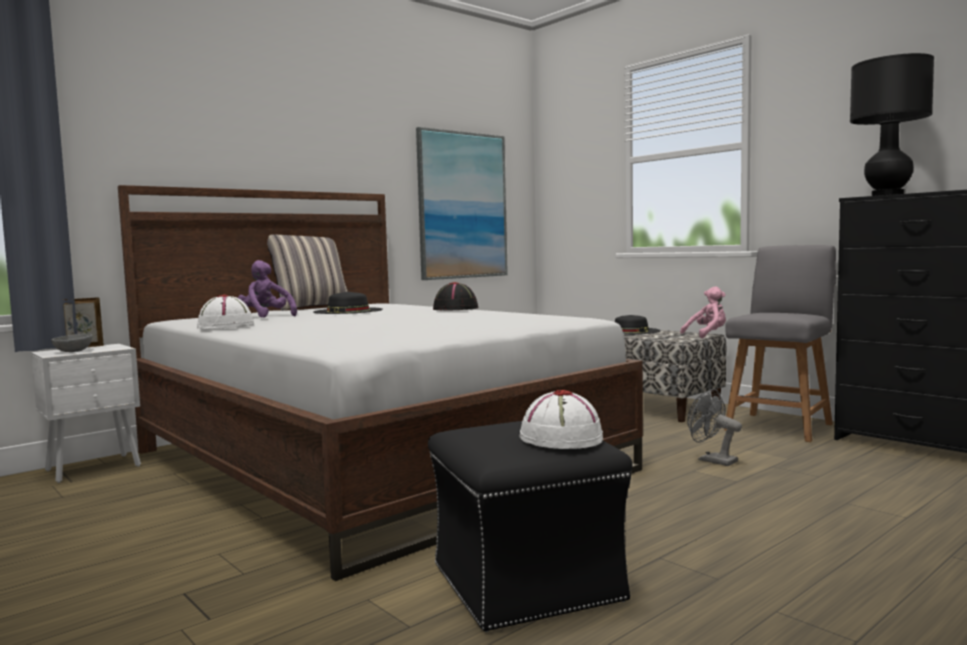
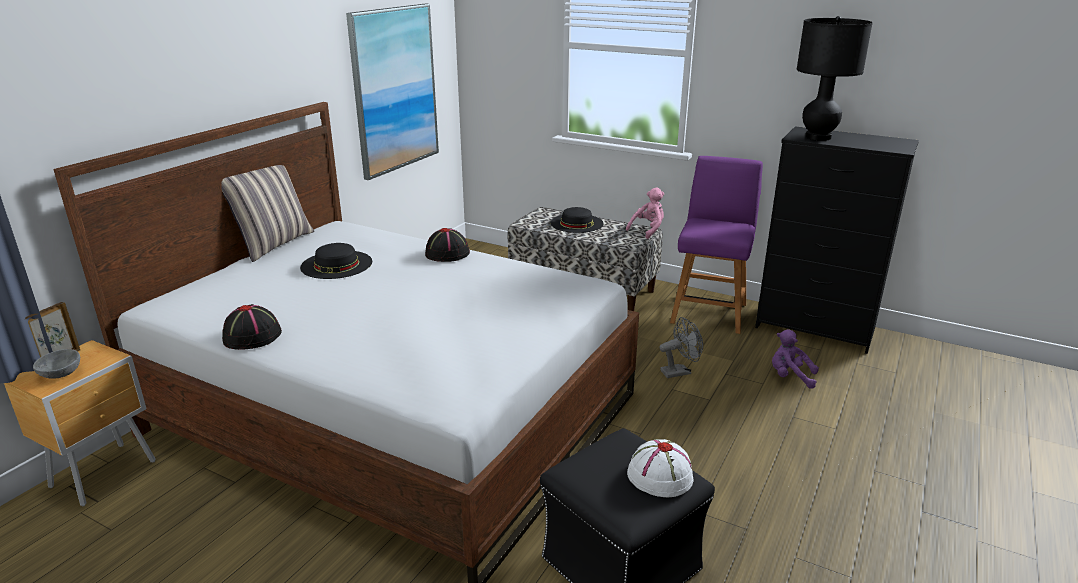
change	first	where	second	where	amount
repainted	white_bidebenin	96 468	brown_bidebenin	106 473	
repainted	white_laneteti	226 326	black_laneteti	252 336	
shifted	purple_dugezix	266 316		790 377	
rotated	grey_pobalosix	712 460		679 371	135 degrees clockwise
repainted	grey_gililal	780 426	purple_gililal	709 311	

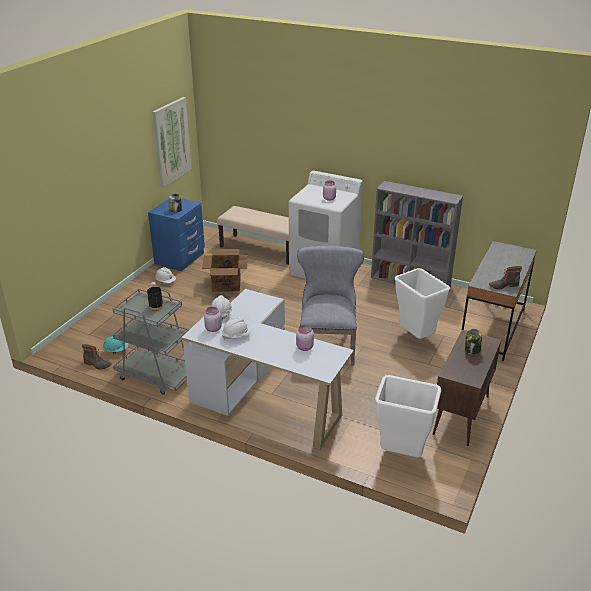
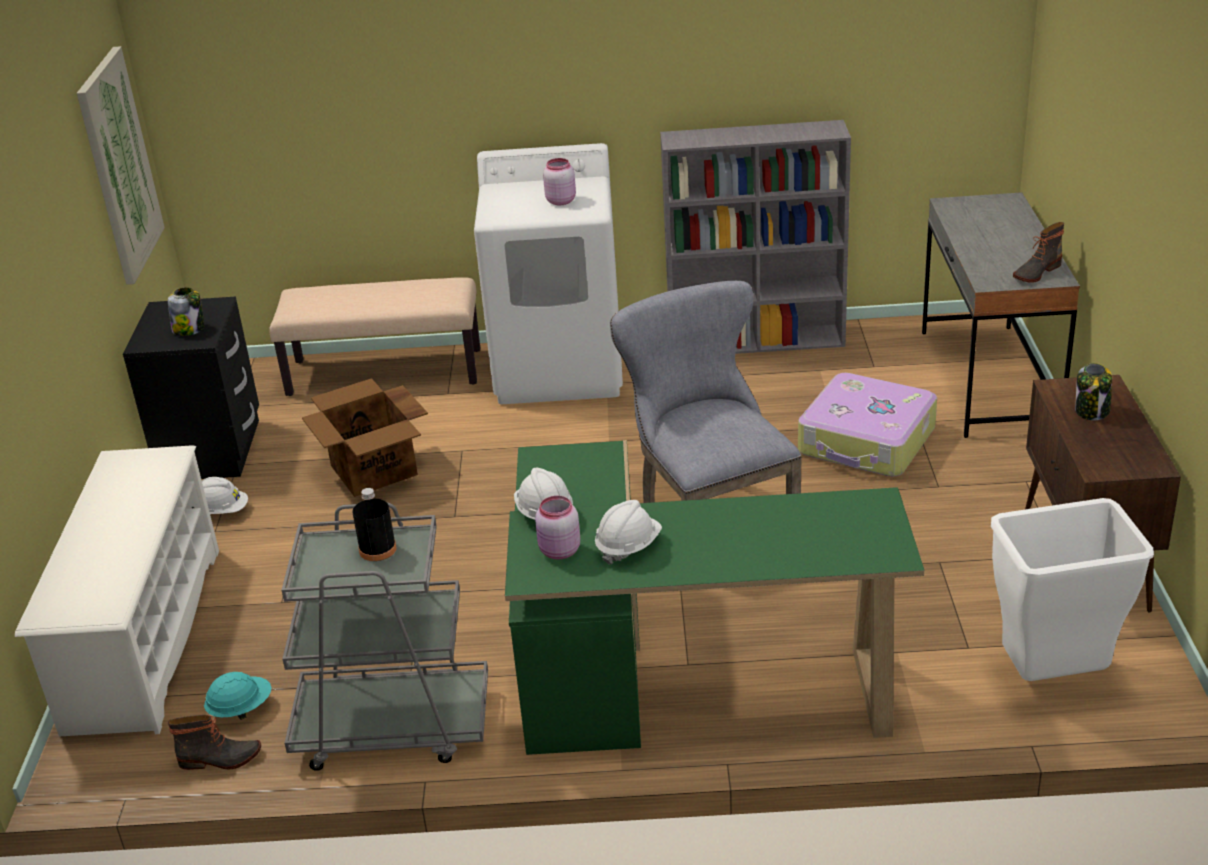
change	first	where	second	where	amount
repainted	blue_bidebenin	180 259	black_bidebenin	212 450	
repainted	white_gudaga	262 395	green_gudaga	673 675	
gone	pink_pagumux	304 347			
swapped	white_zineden	416 337	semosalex	867 442	
new			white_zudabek	144 638	

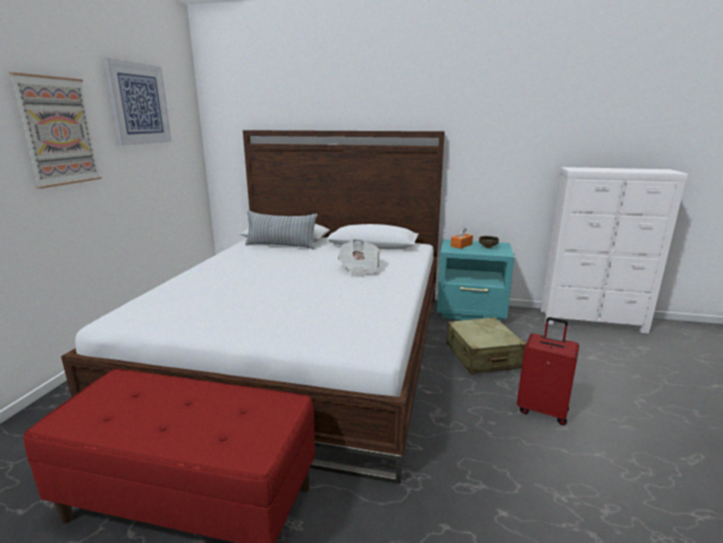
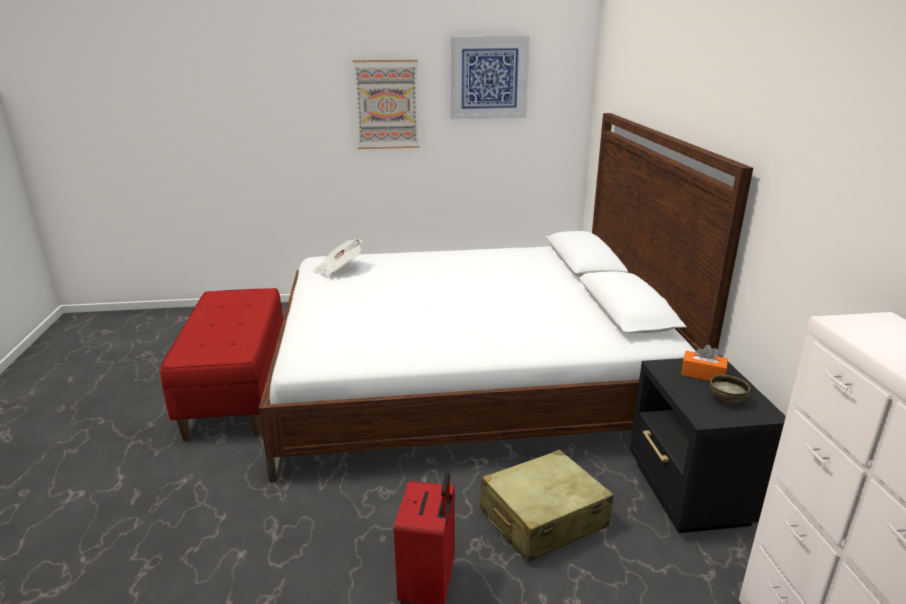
change	first	where	second	where	amount
gone	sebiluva	281 246			
shifted	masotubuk	359 269		338 269	
repainted	turquoise_bidebenin	471 313	black_bidebenin	689 494	

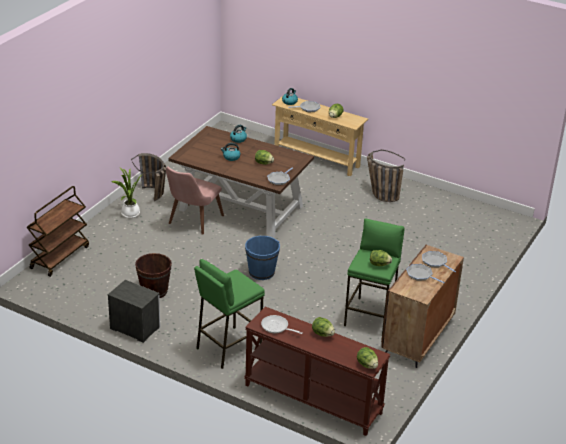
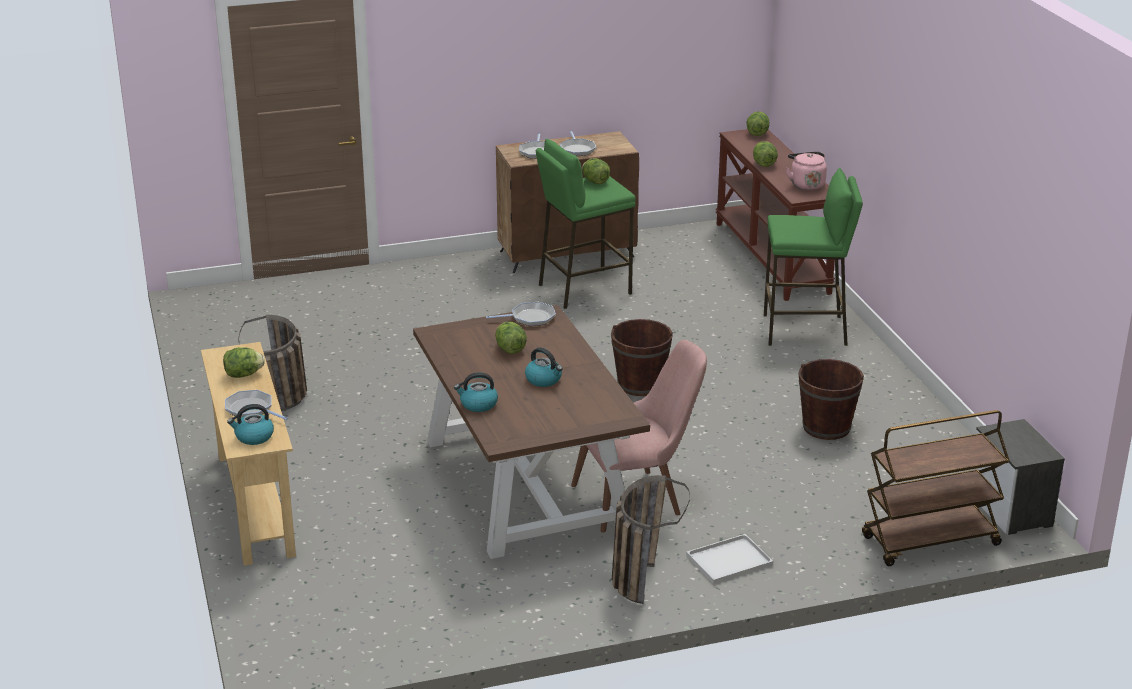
change	first	where	second	where	amount
shifted	bidebenin	134 327		1010 511	
swapped	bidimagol	129 214	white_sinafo	728 561	
repainted	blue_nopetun	261 272	brown_nopetun	640 385	
swapped	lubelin	277 327	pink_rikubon	806 184	

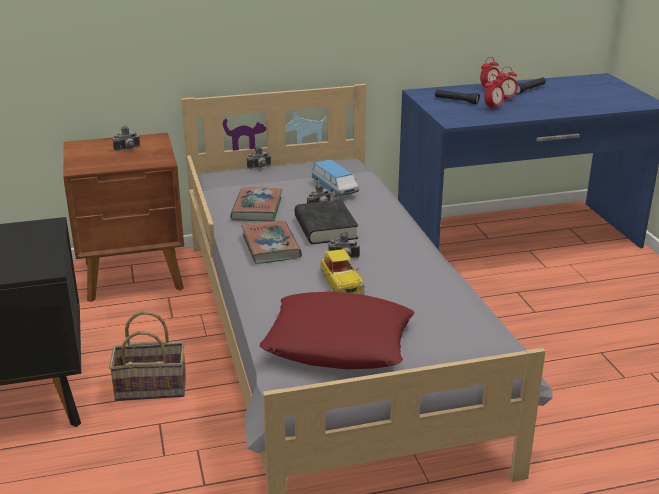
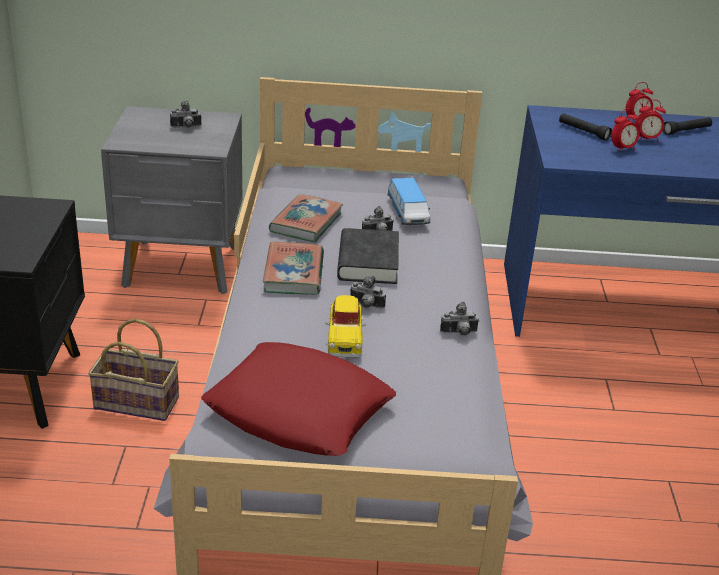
change	first	where	second	where	amount
repainted	brown_bidebenin	135 277	grey_bidebenin	183 267	
shifted	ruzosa	260 167		459 333	

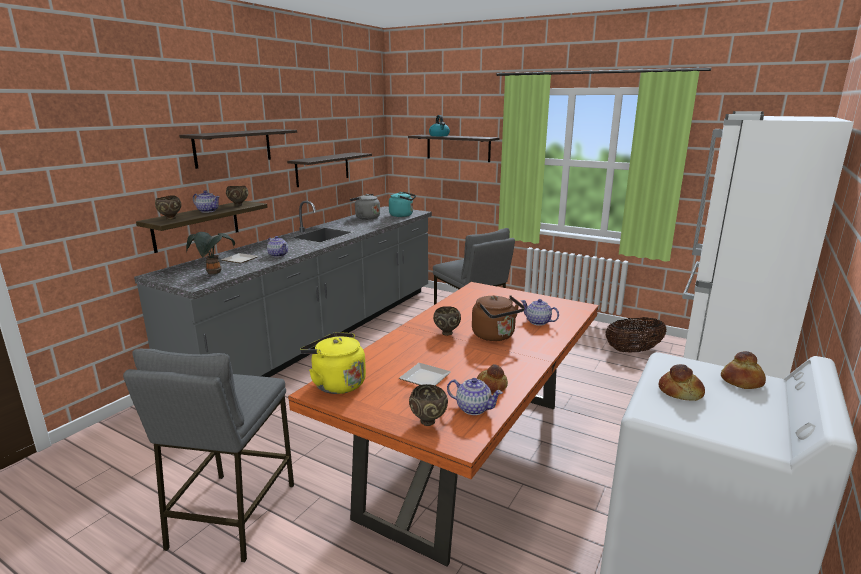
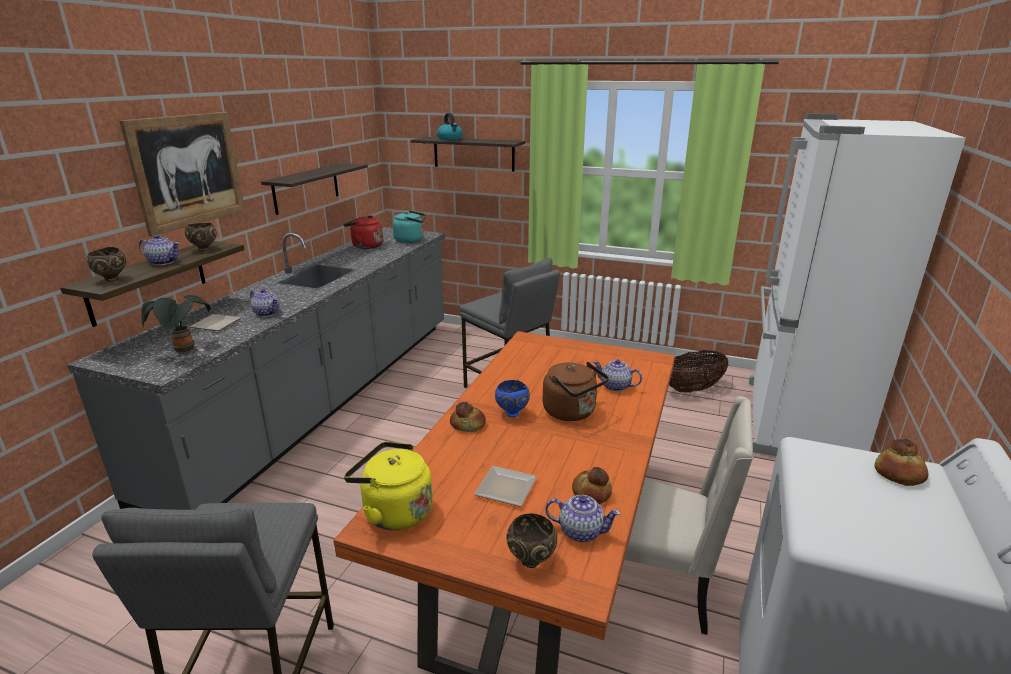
change	first	where	second	where	amount
swapped	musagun	233 147	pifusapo	188 170	
repainted	grey_rikubon	366 218	red_rikubon	365 246	
repainted	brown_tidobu	446 333	blue_tidobu	511 413	
shifted	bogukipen	680 392		468 424	
new			beige_gililal	659 586	

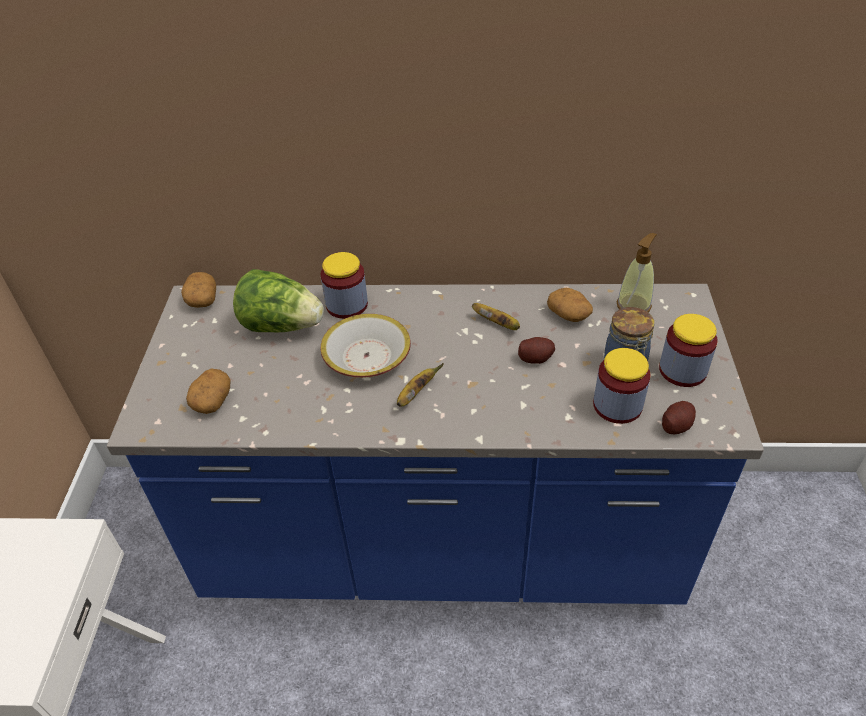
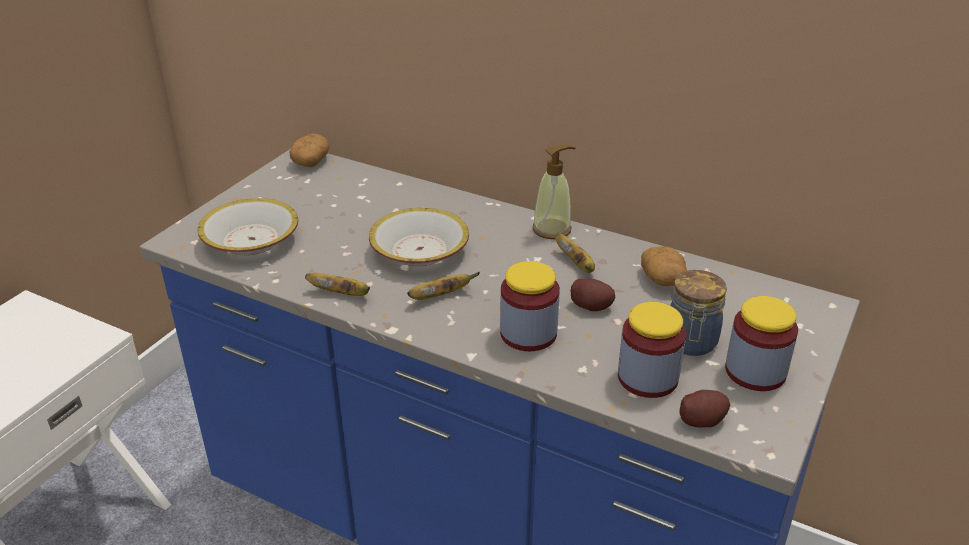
change	first	where	second	where	amount
swapped	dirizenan	212 400	tidobu	252 240	
gone	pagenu	282 326			
shifted	pagumux	347 305		528 333	
shifted	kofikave	633 305		552 229	
new			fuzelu	342 294	

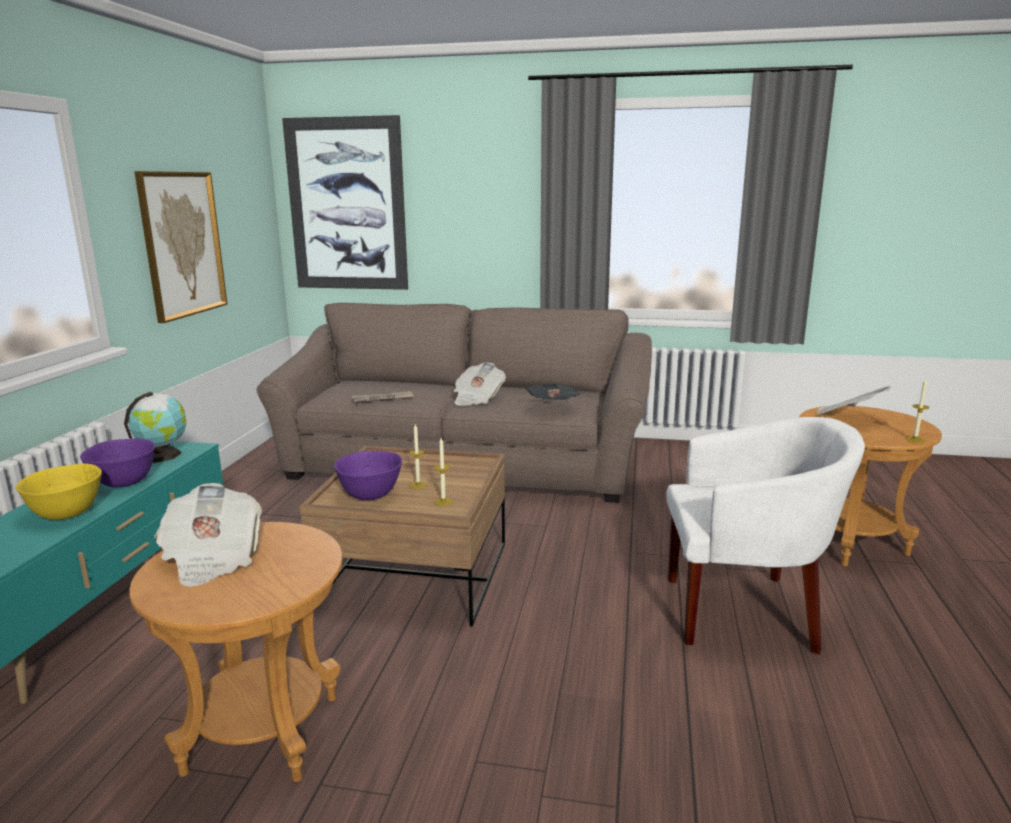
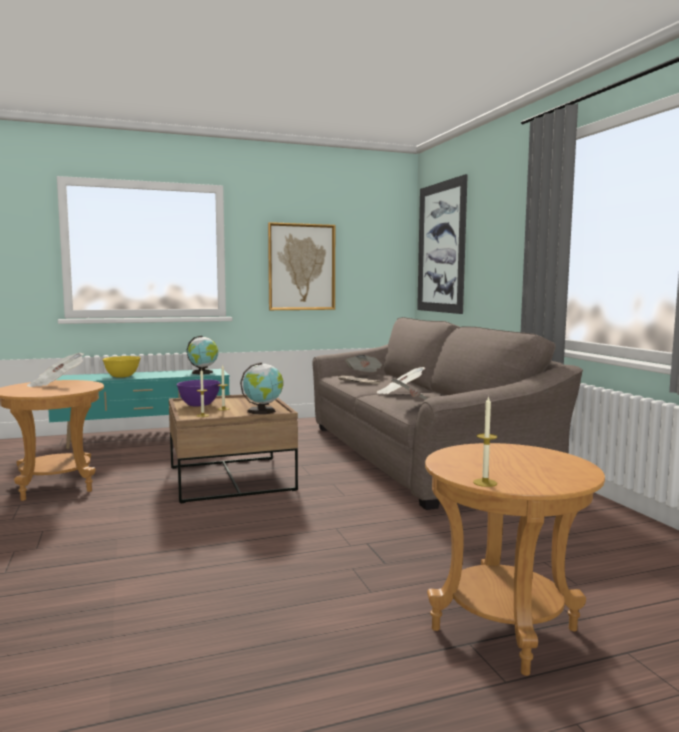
change	first	where	second	where	amount
gone	purple_tidobu	123 482			
gone	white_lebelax	745 611			
shifted	masotubuk	847 418		364 374	
new			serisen	263 411	

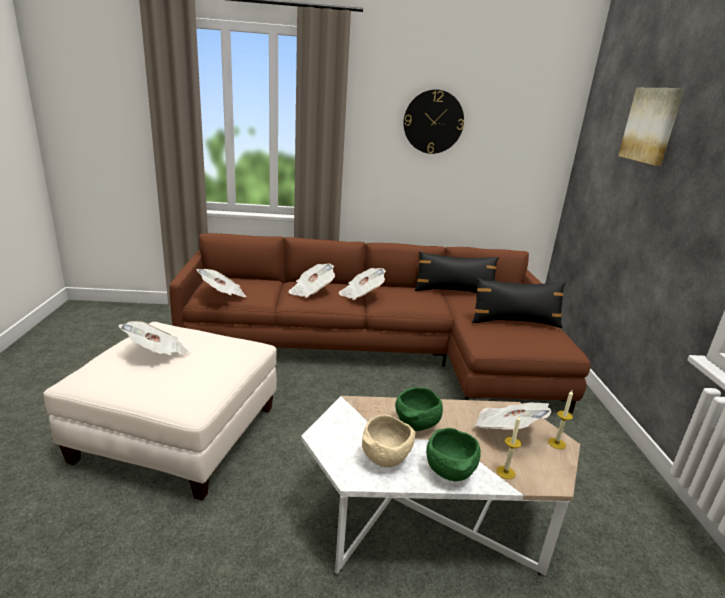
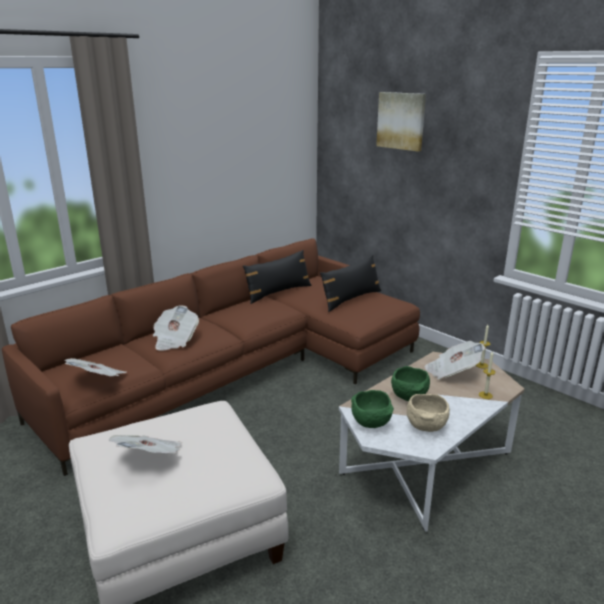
change	first	where	second	where	amount
gone	masotubuk	361 294			
gone	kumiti	433 122			
shifted	green_tidobu	450 473		372 423	

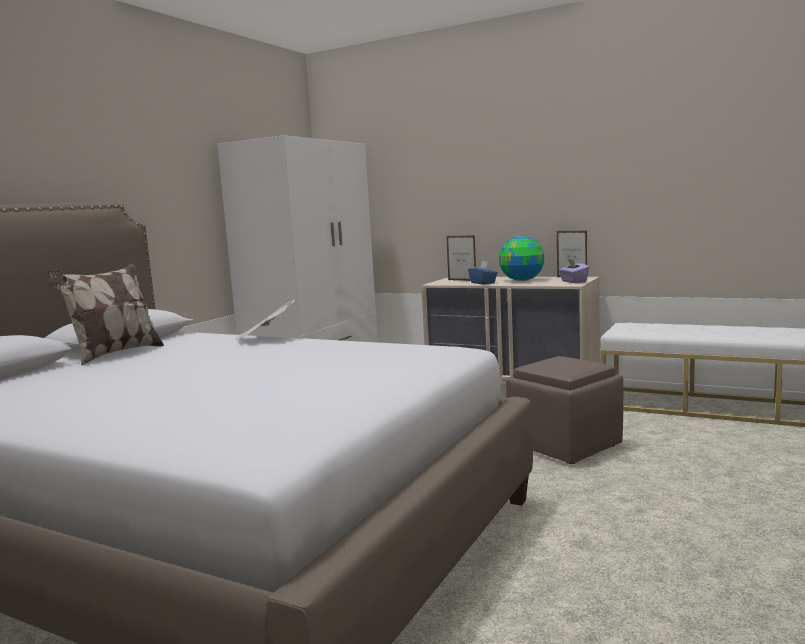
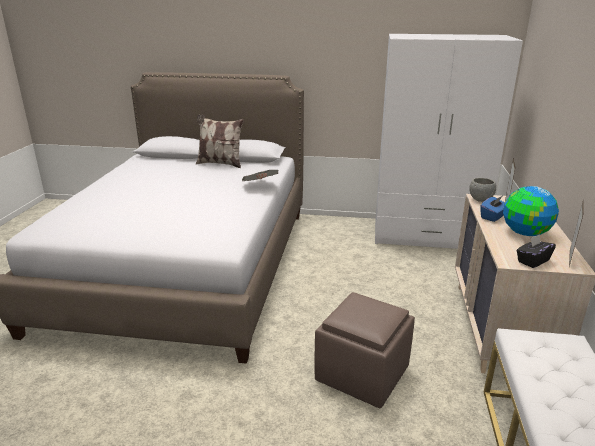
change	first	where	second	where	amount
repainted	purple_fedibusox	573 281	black_fedibusox	532 261	
new			grey_tidobu	480 200	

